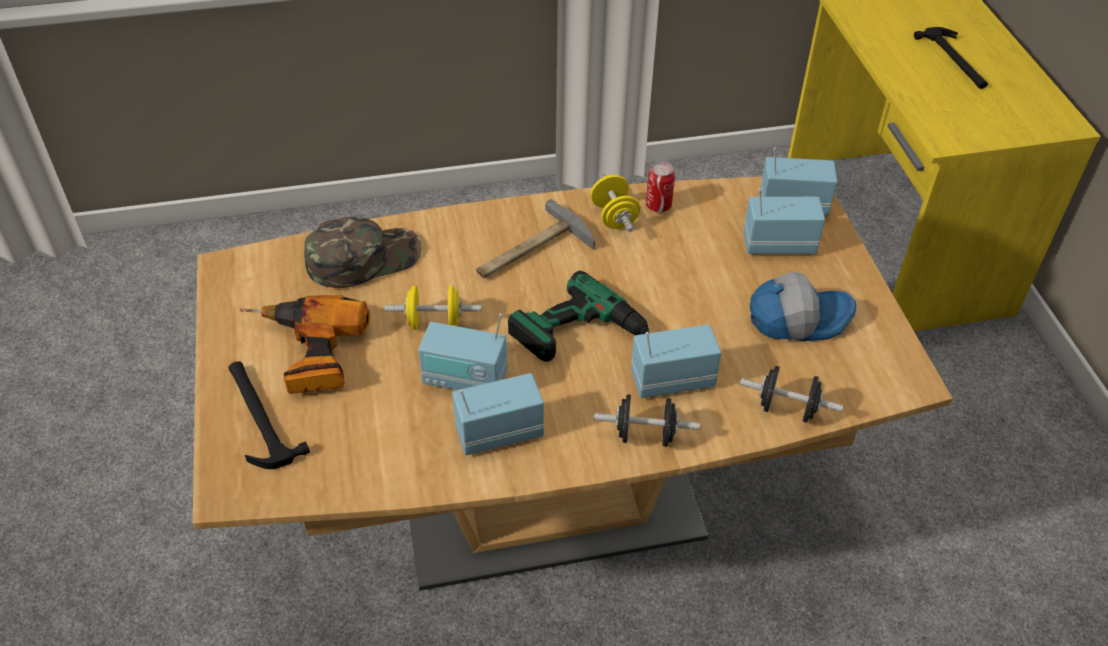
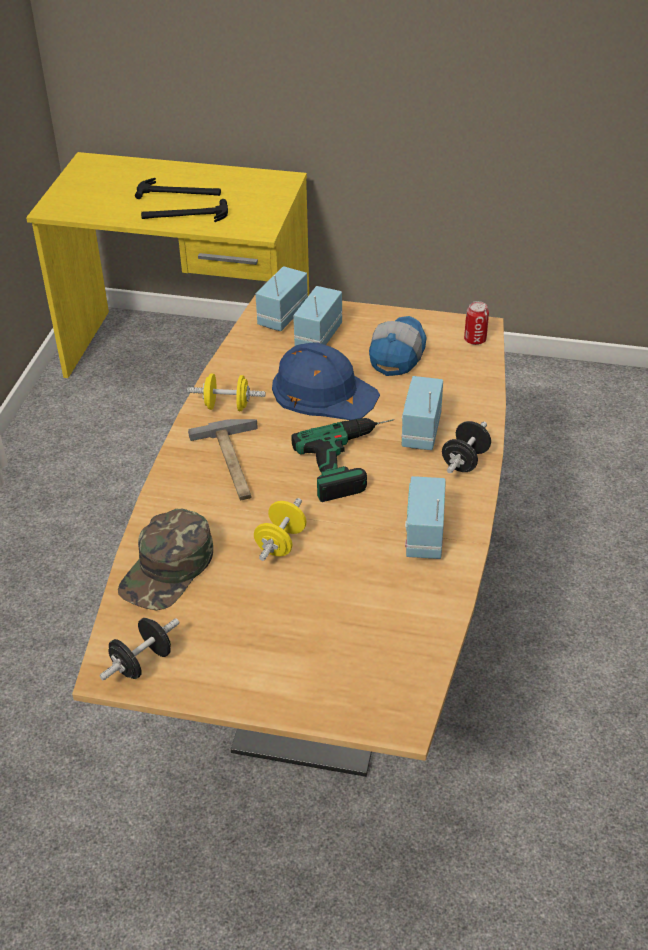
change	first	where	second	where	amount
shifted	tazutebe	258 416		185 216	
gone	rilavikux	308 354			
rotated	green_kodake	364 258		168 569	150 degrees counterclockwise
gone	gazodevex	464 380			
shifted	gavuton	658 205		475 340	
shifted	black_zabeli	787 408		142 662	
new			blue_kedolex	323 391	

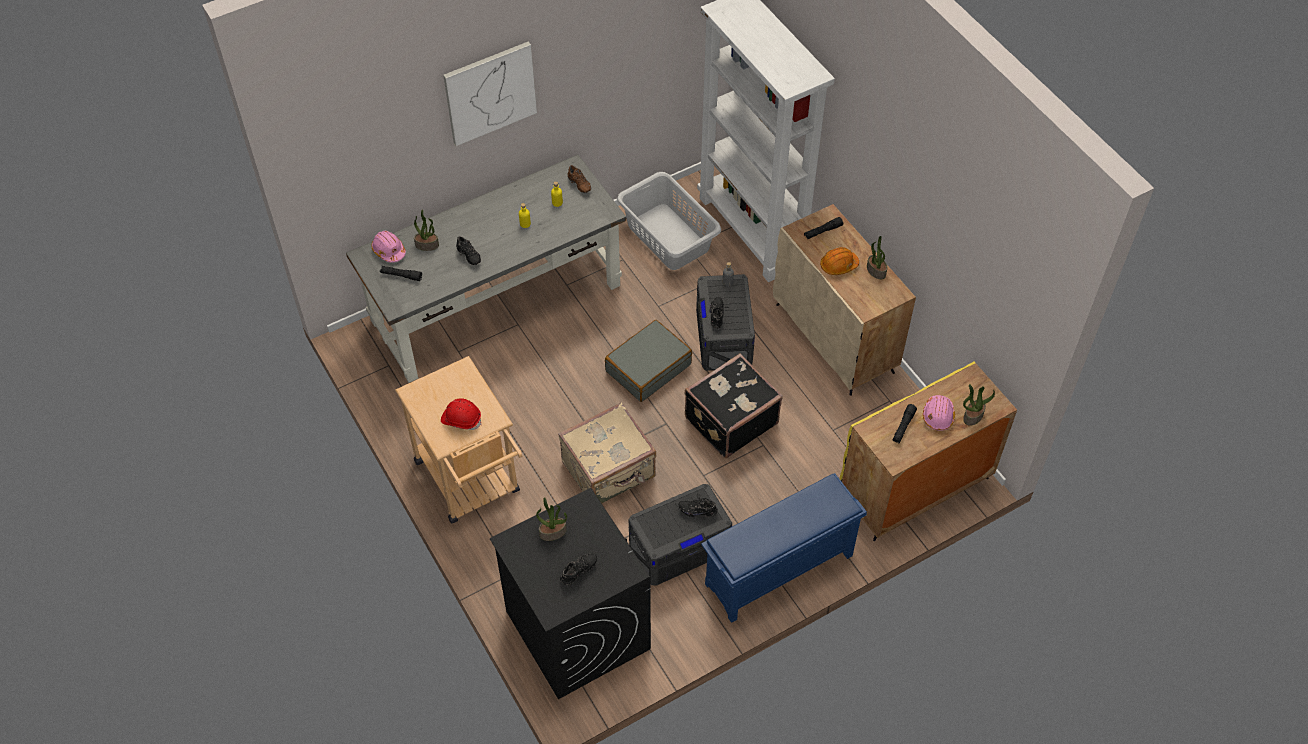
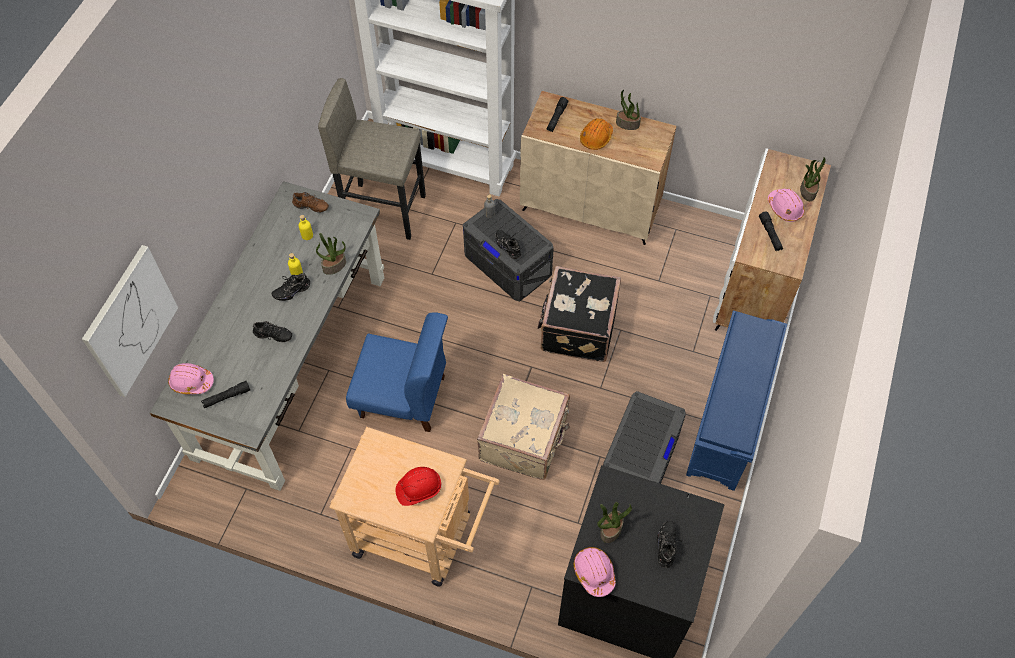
change	first	where	second	where	amount
shifted	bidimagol	427 245		334 265	
shifted	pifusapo	490 92		130 321	
gone	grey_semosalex	648 367			
swapped	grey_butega	668 236	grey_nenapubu	384 210	
shifted	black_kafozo	698 509		291 290	
repainted	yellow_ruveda	914 489	white_ruveda	757 284	
new			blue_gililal	403 397	
new			pink_kedolex	594 572	

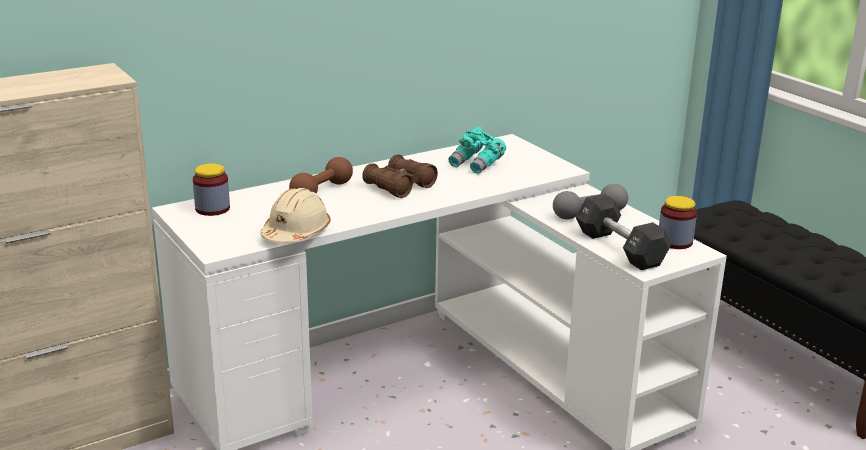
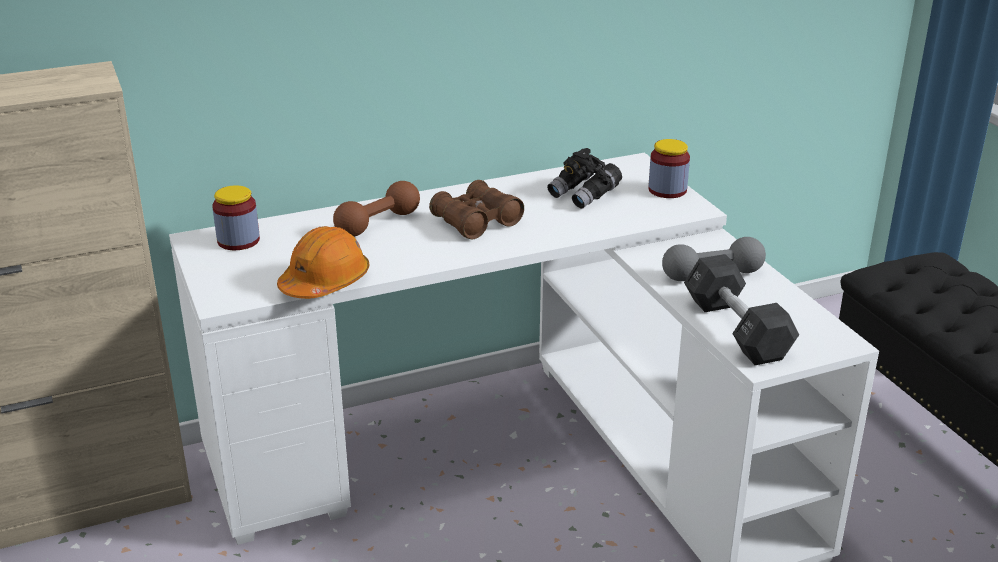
change	first	where	second	where	amount
repainted	beige_kedolex	296 233	orange_kedolex	325 282	
repainted	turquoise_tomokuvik	477 164	black_tomokuvik	584 195	
shifted	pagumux	675 242		667 190	

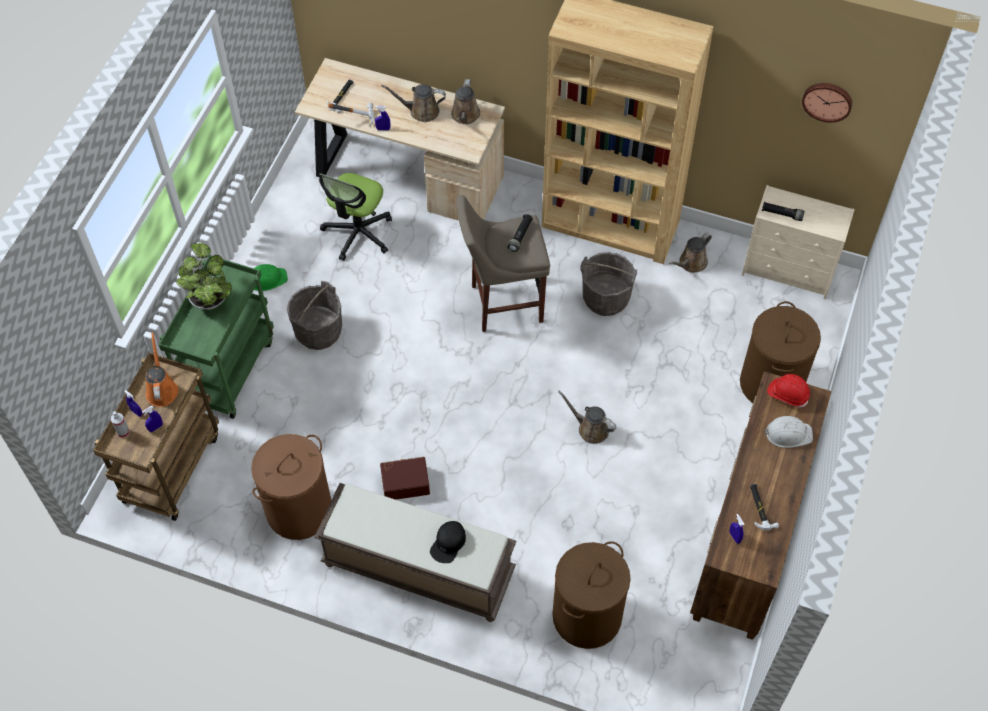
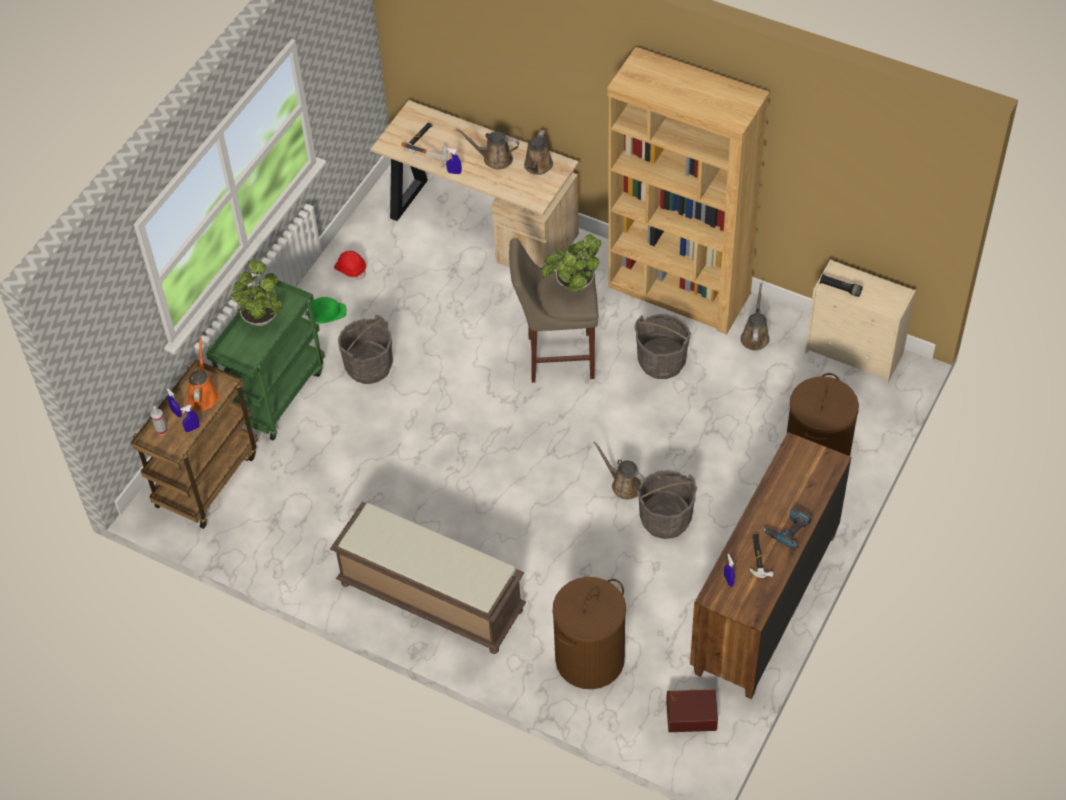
change	first	where	second	where	amount
gone	brown_butega	299 509			
gone	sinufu	358 233			
shifted	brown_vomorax	405 482		691 714	
gone	black_kodake	448 543			
swapped	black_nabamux	520 236	bidimagol	572 285	
rotated	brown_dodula	691 263		755 336	135 degrees clockwise
gone	white_kedolex	788 433			
shifted	red_kedolex	788 394		350 269	
gone	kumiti	827 100			
new			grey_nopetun	665 519	
new			rilavikux	788 529	

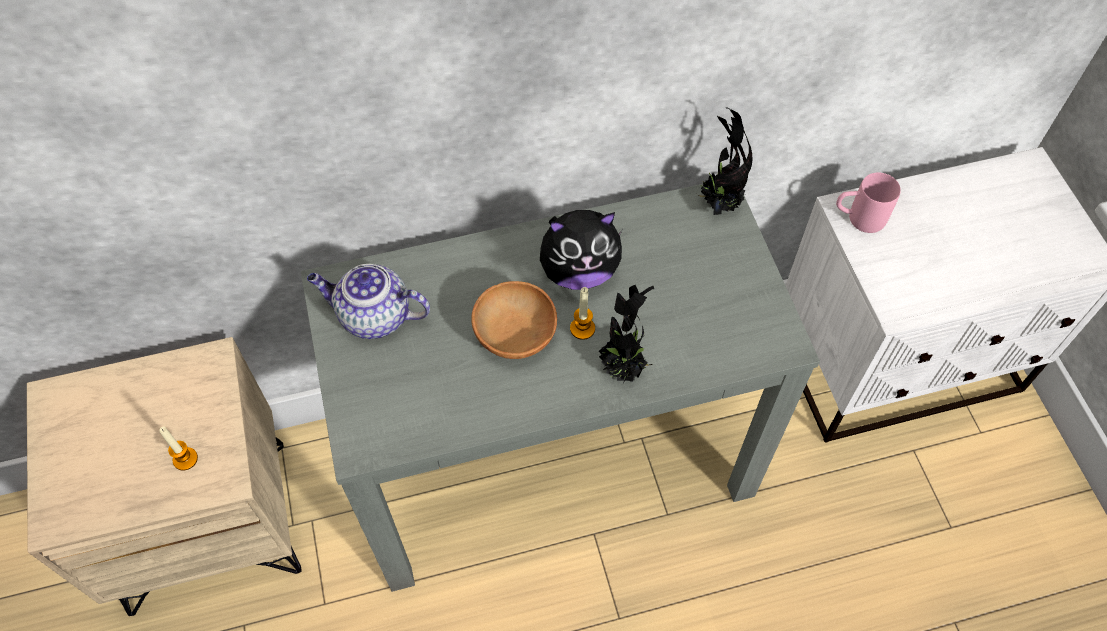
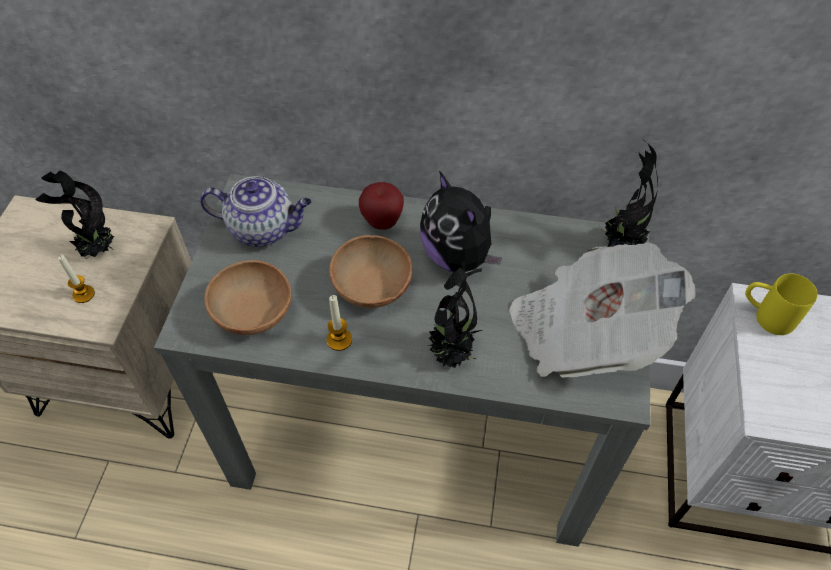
change	first	where	second	where	amount
rotated	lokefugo	373 316		264 229	150 degrees clockwise
rotated	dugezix	579 271		458 256	45 degrees clockwise
shifted	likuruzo	582 328		339 340	
repainted	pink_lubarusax	858 218	yellow_lubarusax	765 316	
new			bidimagol	97 251	
new			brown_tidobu	254 315	
new			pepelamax	382 222	
new			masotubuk	586 332	

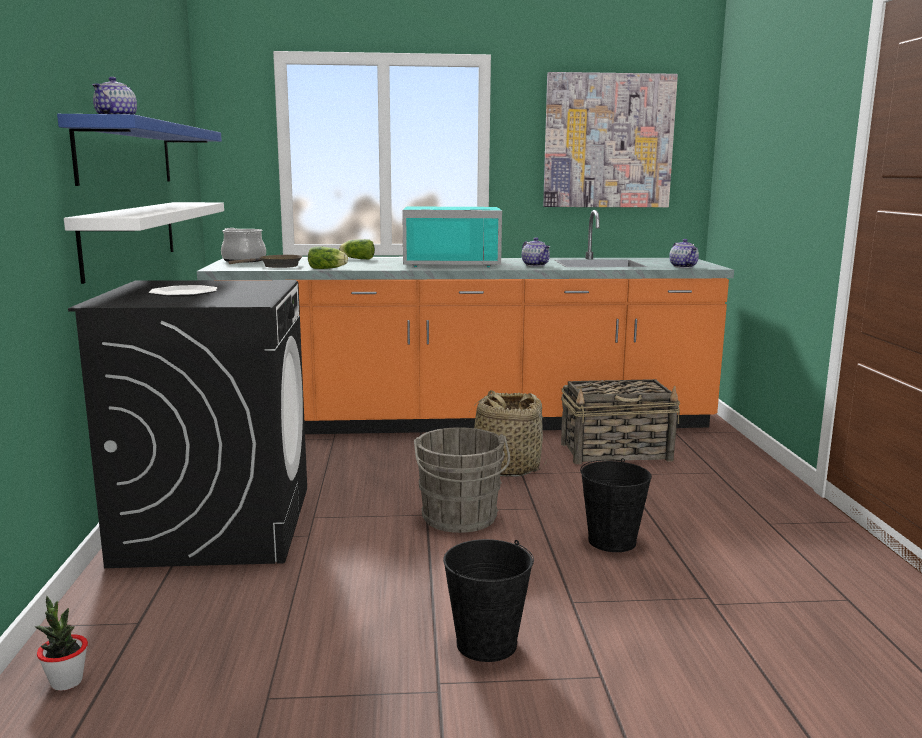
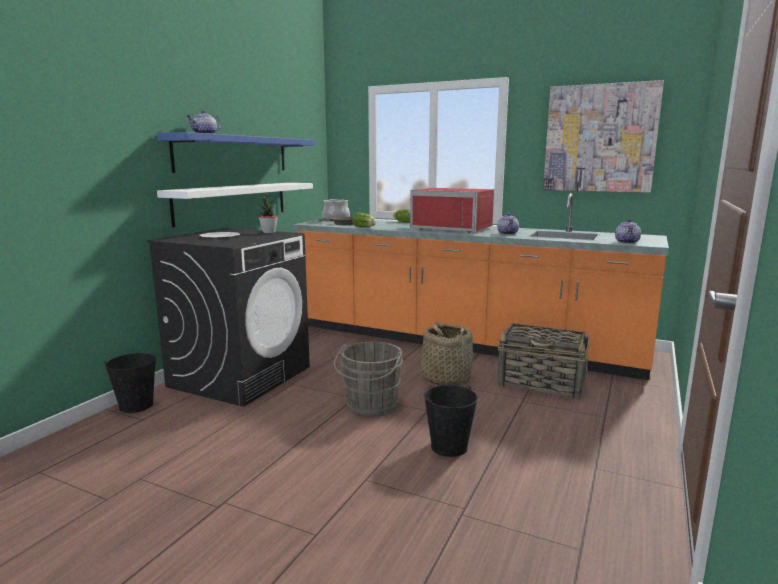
change	first	where	second	where	amount
shifted	bidimagol	66 682		269 232	
repainted	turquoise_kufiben	452 263	red_kufiben	454 228	
shifted	black_nopetun	486 643		136 405	

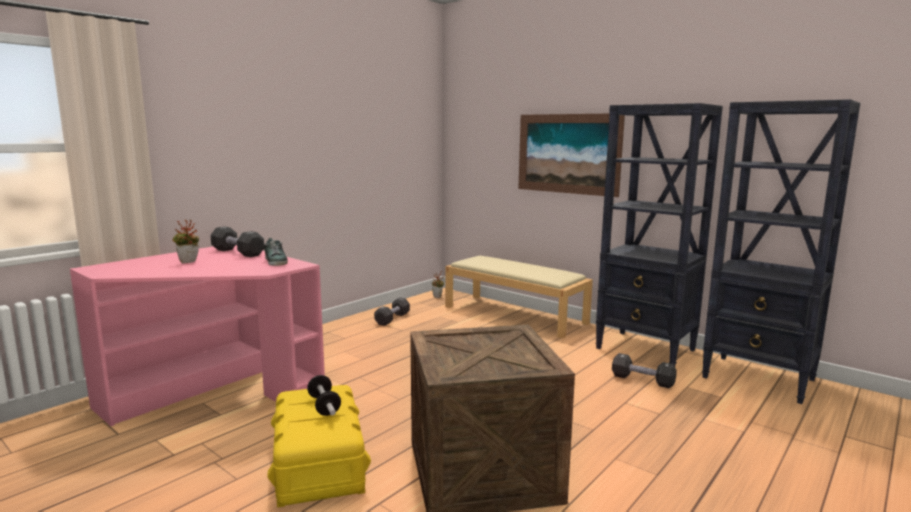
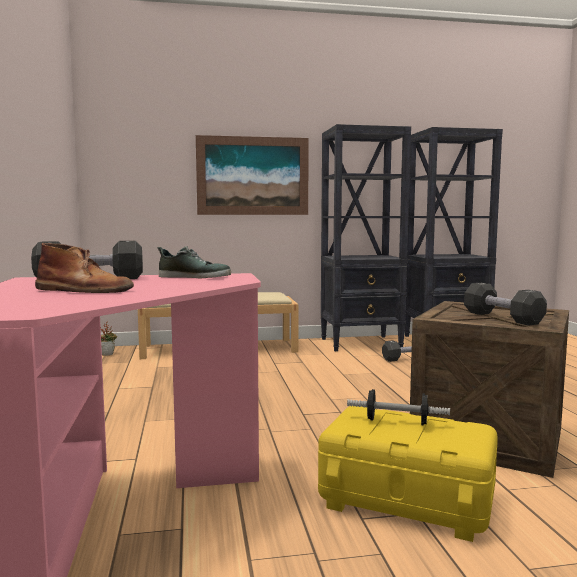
change	first	where	second	where	amount
swapped	bidimagol	188 262	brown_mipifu	85 290	
shifted	black_zabeli	392 319		502 318	

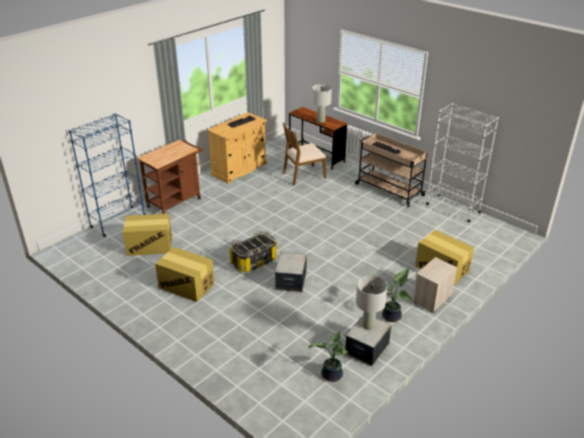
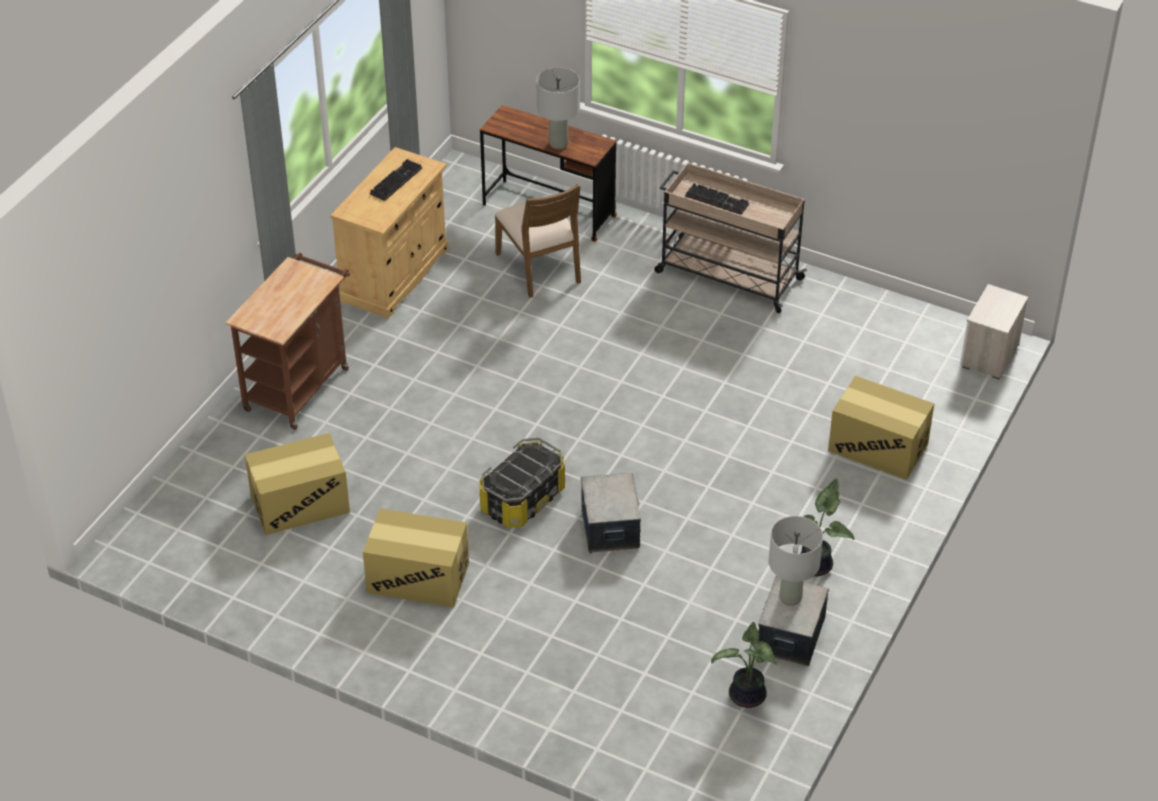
change	first	where	second	where	amount
gone	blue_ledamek	118 221			
rotated	brown_gililal	303 175		540 267	75 degrees counterclockwise
shifted	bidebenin	431 299		989 355	
gone	white_ledamek	452 208			

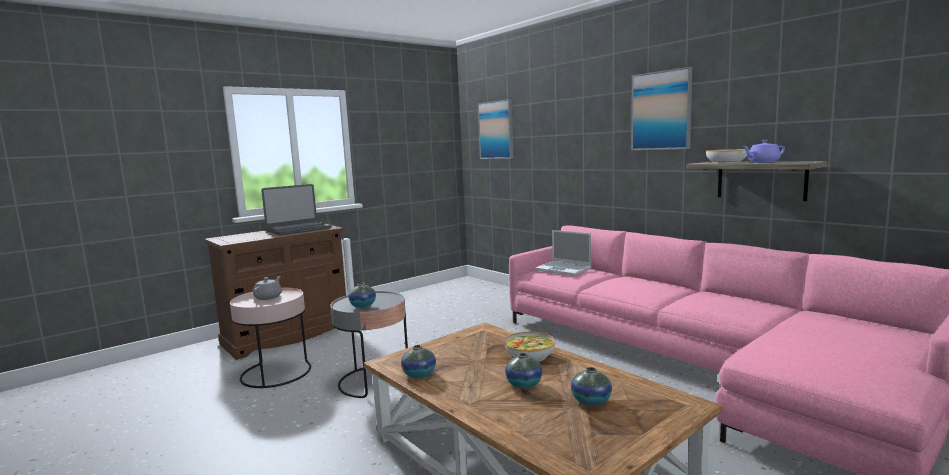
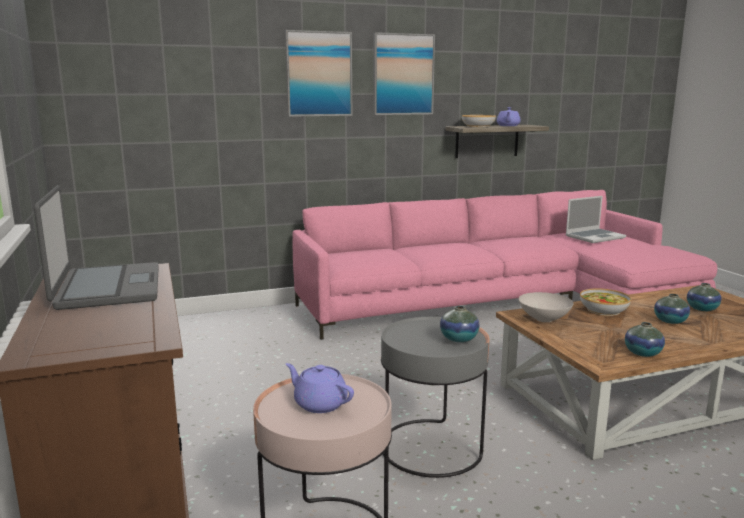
change	first	where	second	where	amount
repainted	grey_lokefugo	268 297	purple_lokefugo	319 404	
shifted	pifusapo	496 130		319 74	
shifted	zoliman	564 269		595 237	
new			white_tidobu	544 319	

